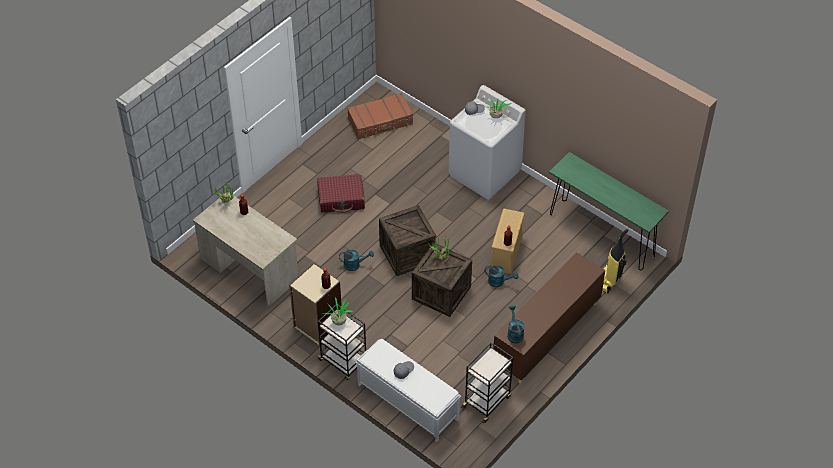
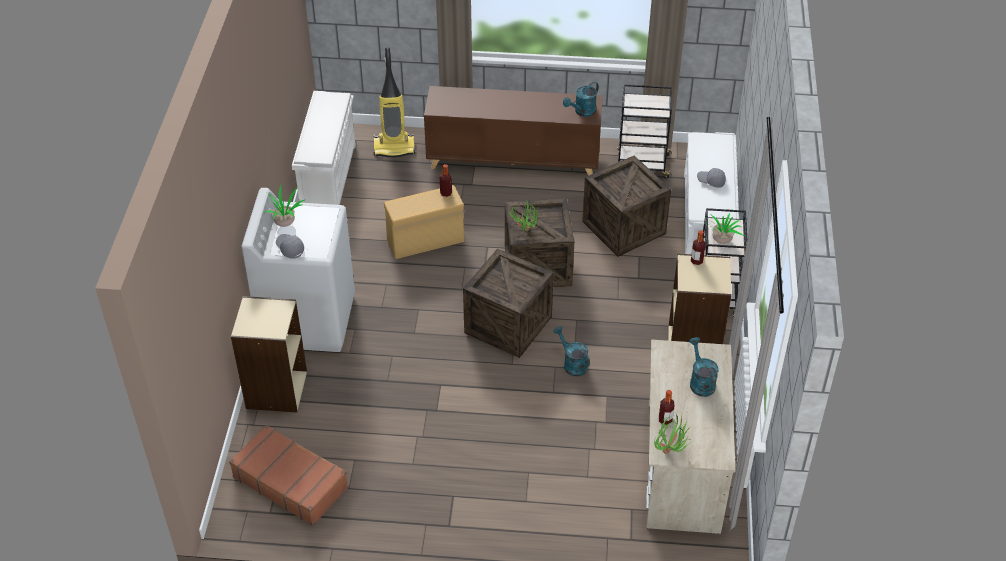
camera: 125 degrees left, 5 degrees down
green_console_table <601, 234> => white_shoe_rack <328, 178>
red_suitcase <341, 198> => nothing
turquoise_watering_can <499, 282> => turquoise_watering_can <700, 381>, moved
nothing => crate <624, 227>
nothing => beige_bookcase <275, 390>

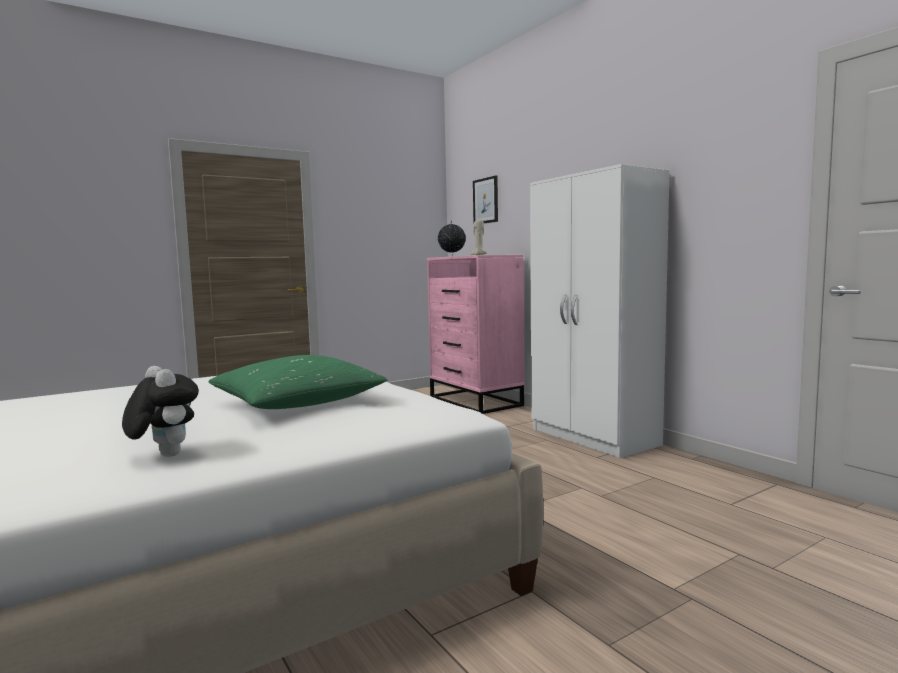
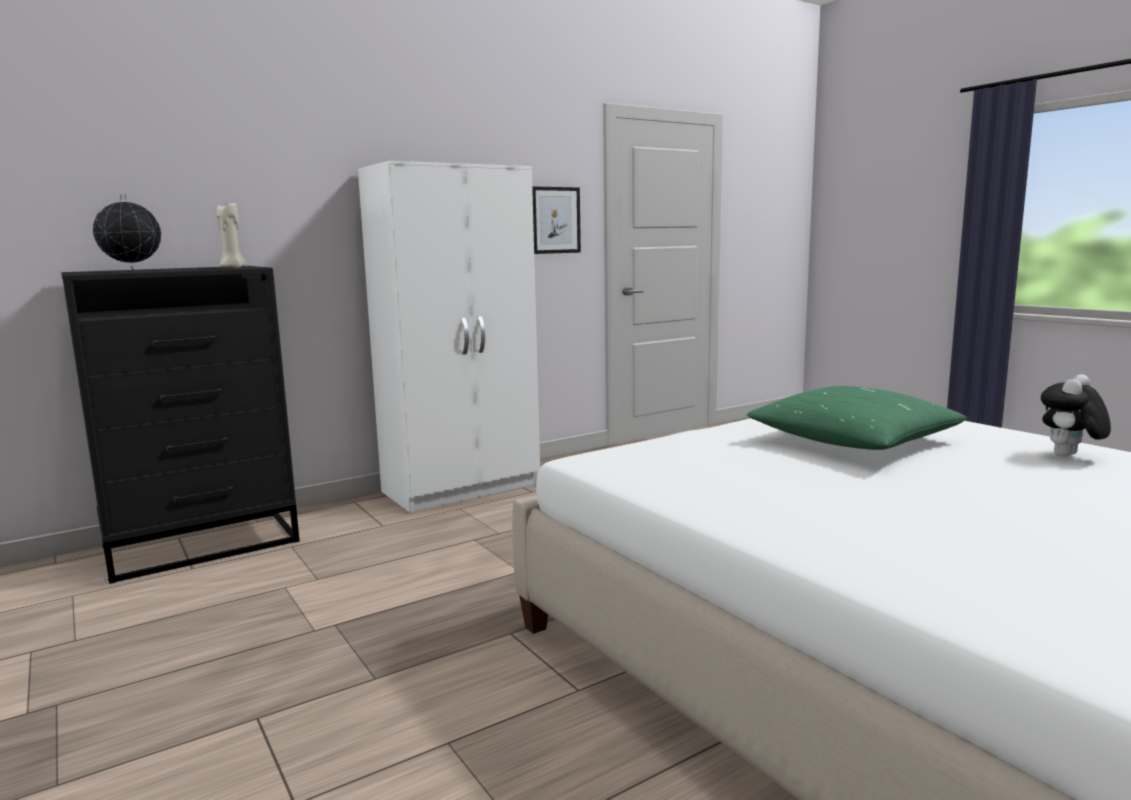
camera: 90 degrees left, 5 degrees up
picture <486, 200> => picture <555, 220>, moved
pink_dresser <475, 401> => black_dresser <204, 544>

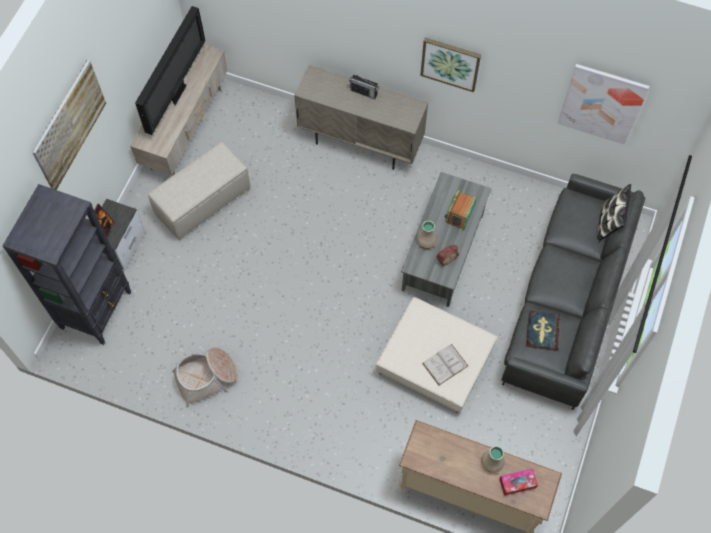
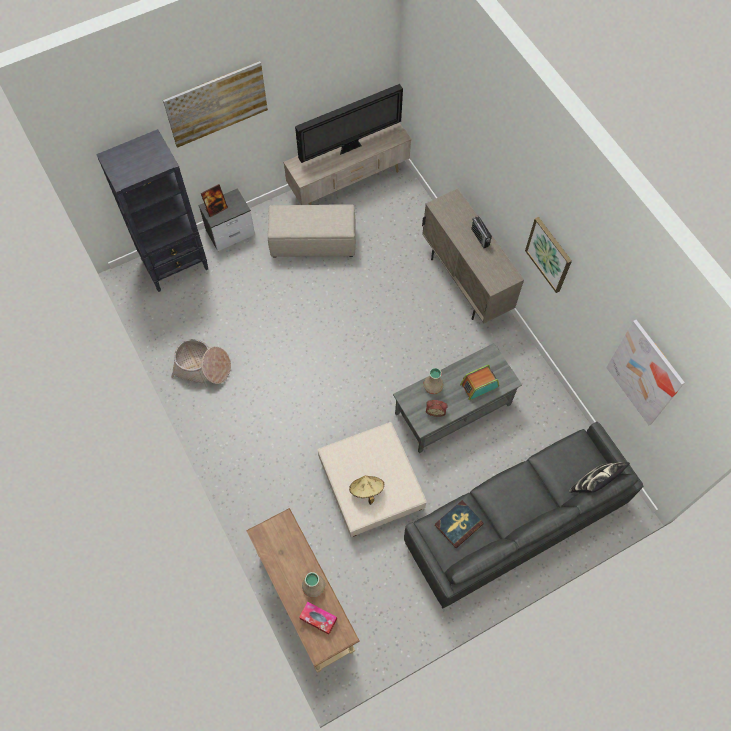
camera: 40 degrees right, 0 degrees up
white_book <445, 364> => beige_hat <366, 490>

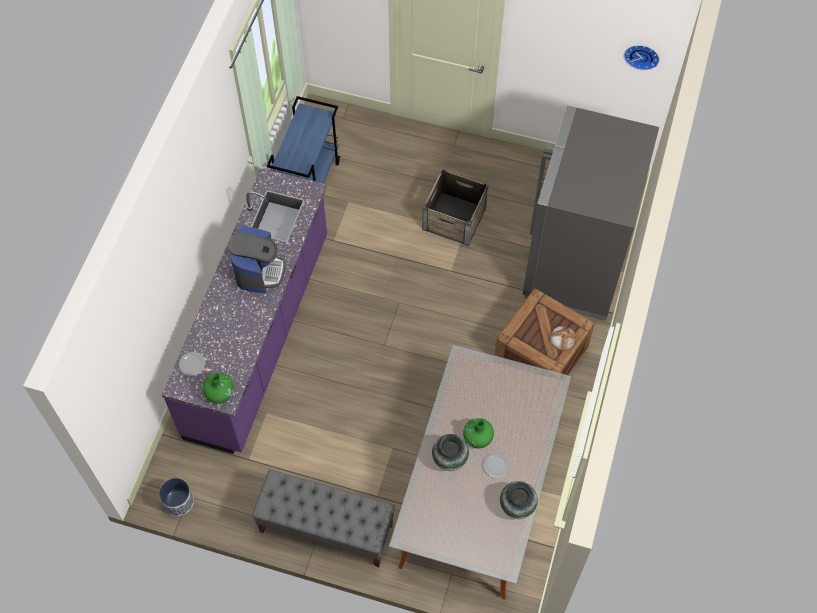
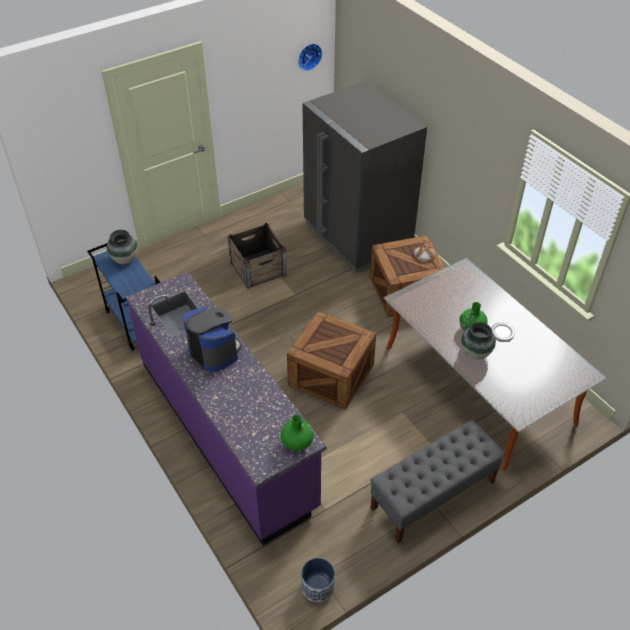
camera: 50 degrees left, 15 degrees down
plate <192, 364> => nothing
vase <517, 507> => vase <125, 259>, moved
nothing => crate <332, 374>

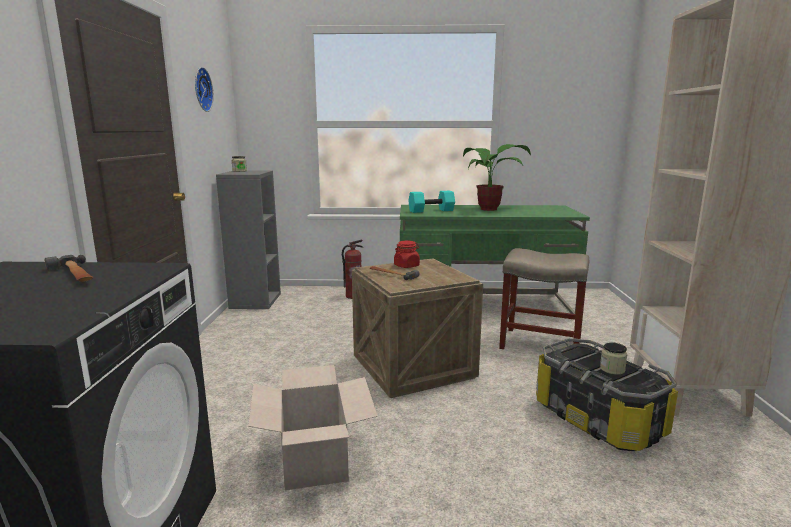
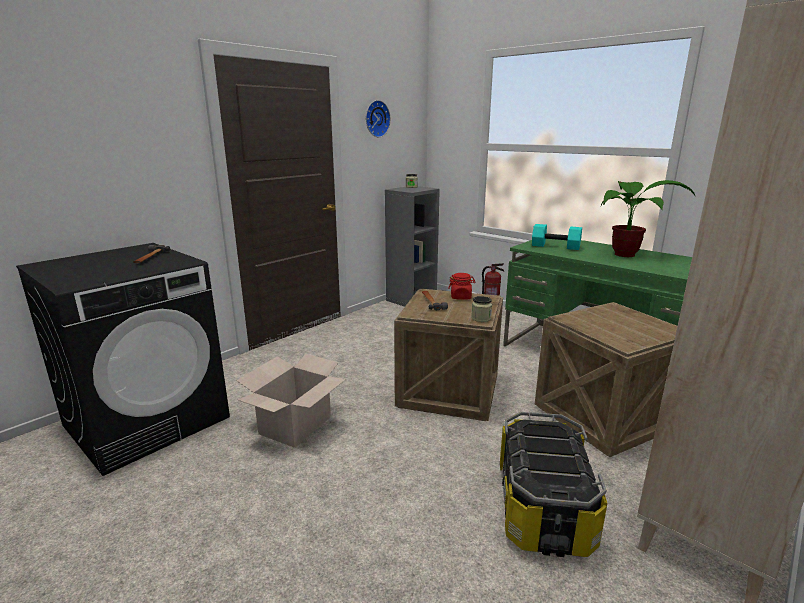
camera: 40 degrees right, 5 degrees up
beige_stool <539, 344> => crate <602, 417>
jar <612, 369> => jar <481, 318>, moved

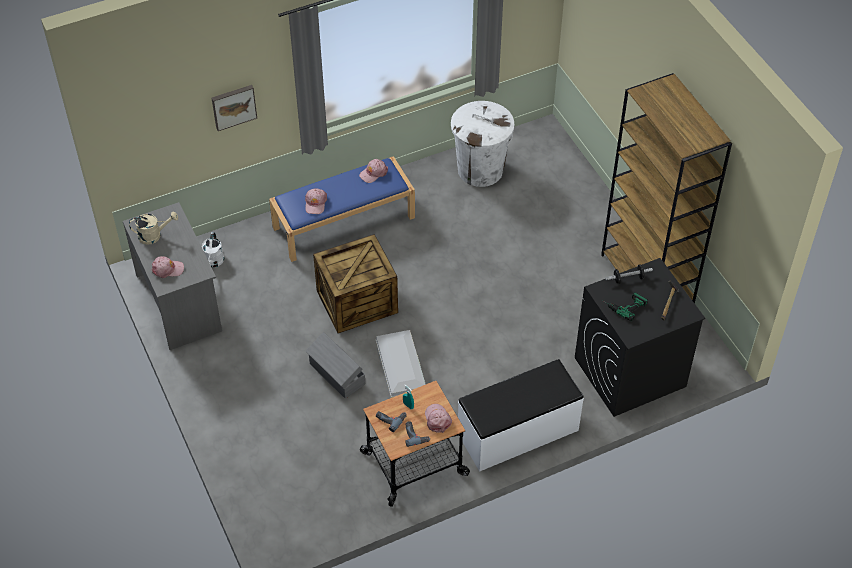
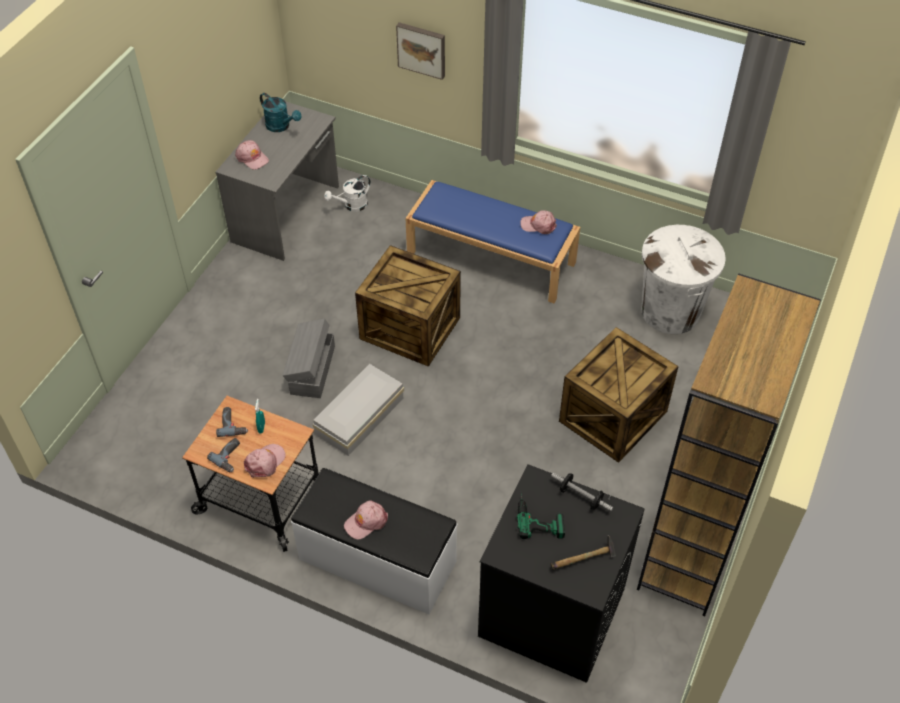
camera: 50 degrees right, 0 degrees up
pink_cap <315, 203> => pink_cap <366, 522>, moved
beige_watering_can <154, 235> => turquoise_watering_can <281, 126>
nothing => crate <614, 417>

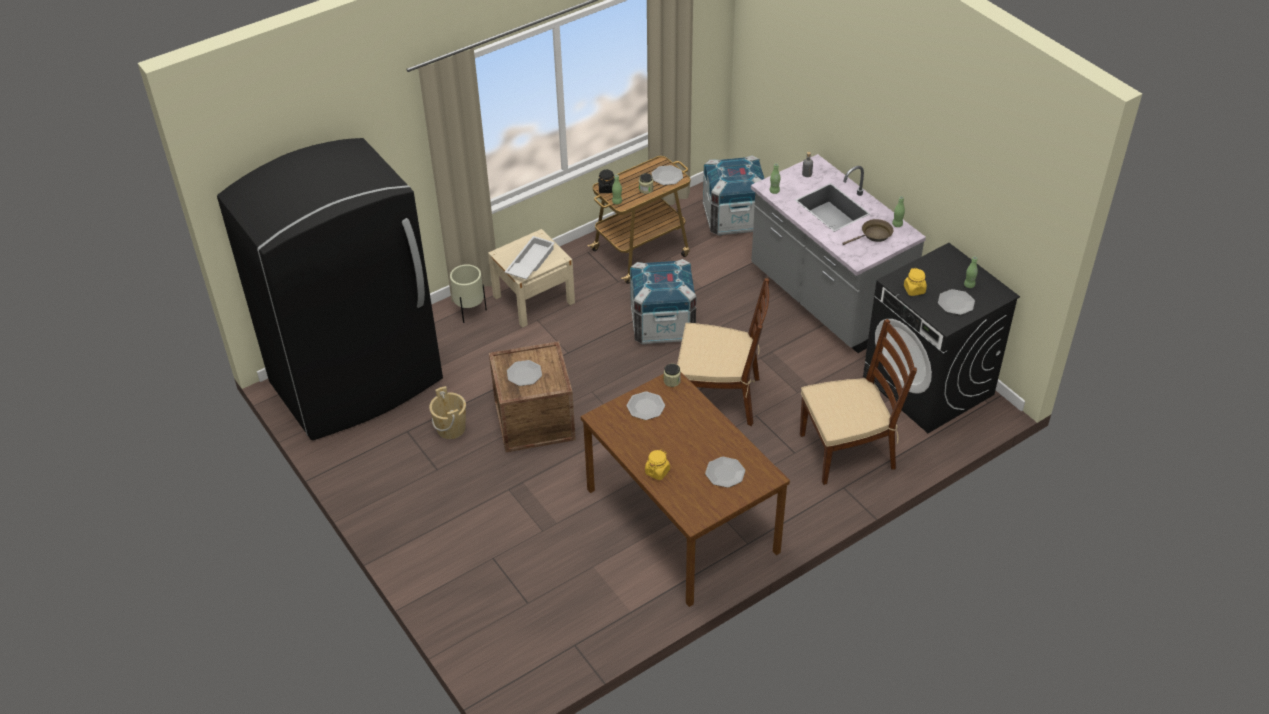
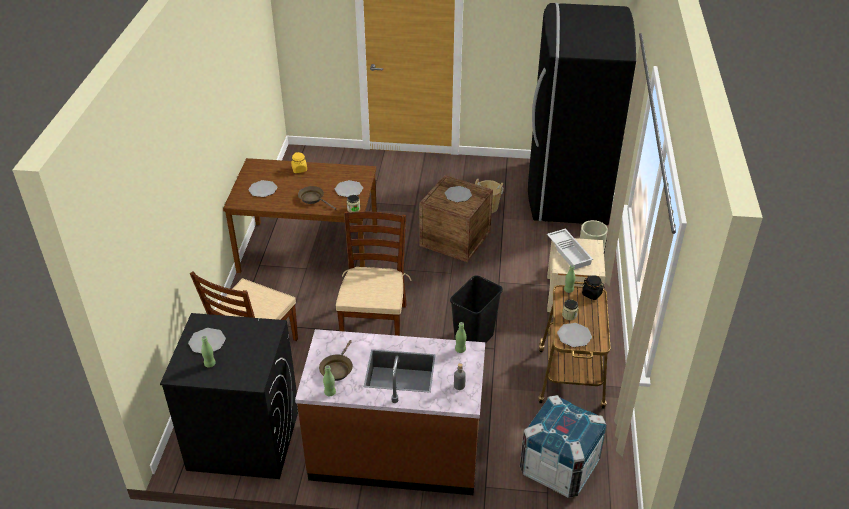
camera: 130 degrees right, 5 degrees down
grey_counter <826, 299> => brown_counter <396, 452>
crate <662, 325> => black_trash_can <474, 340>
yellow_jar <914, 290> => nothing
brown_chair <720, 397> => brown_chair <374, 324>, 135 degrees clockwise
nothing => brown_frying_pan <313, 199>

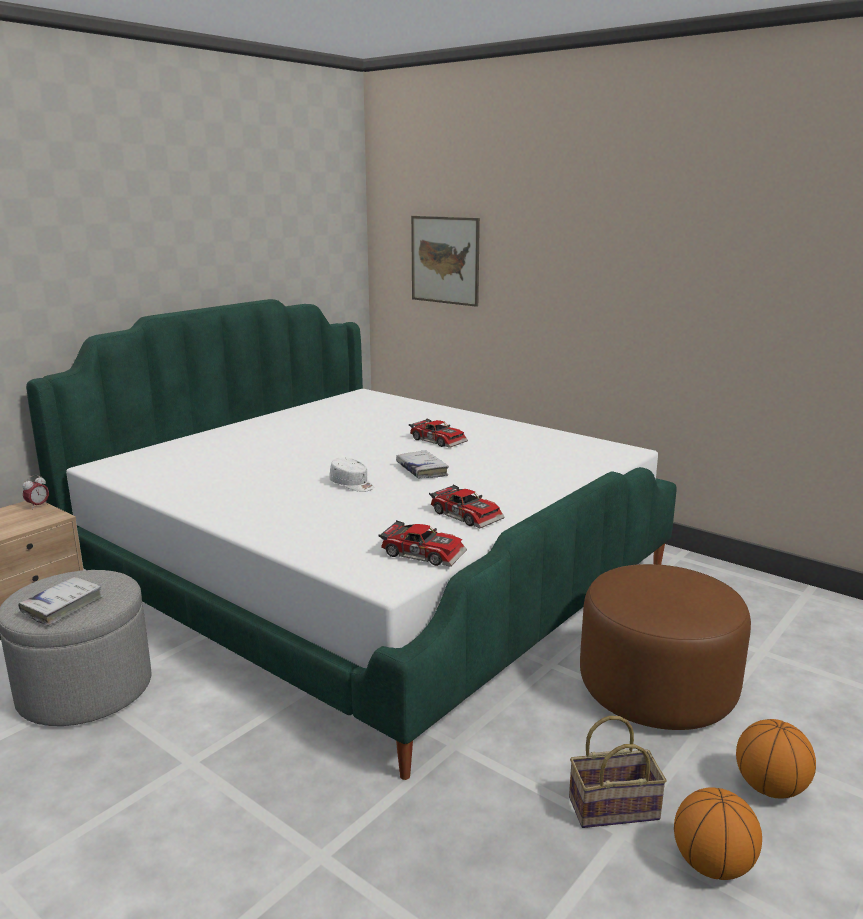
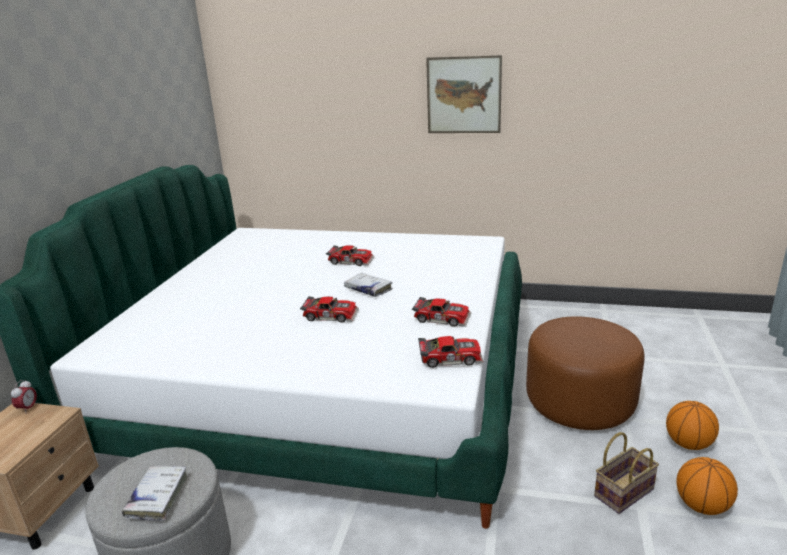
camera: 25 degrees left, 5 degrees up
picture <445, 260> => picture <464, 95>, moved
white_cap <352, 485> => toy_car <331, 315>

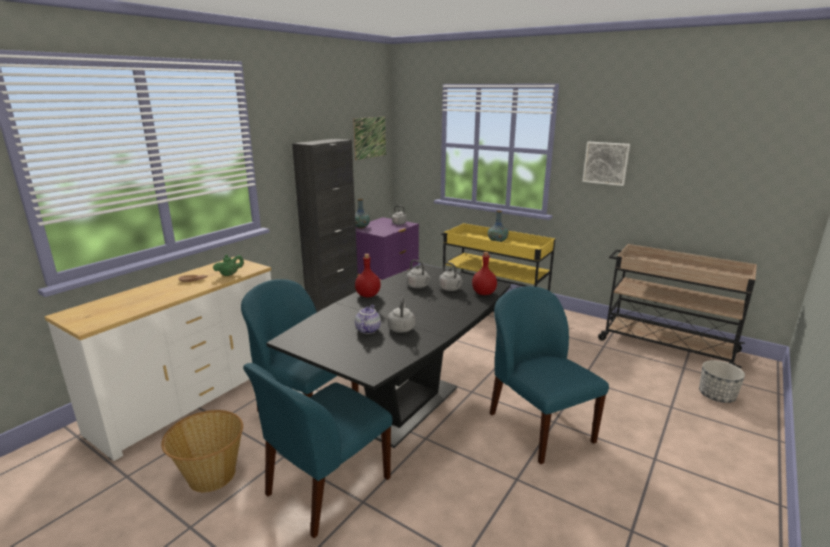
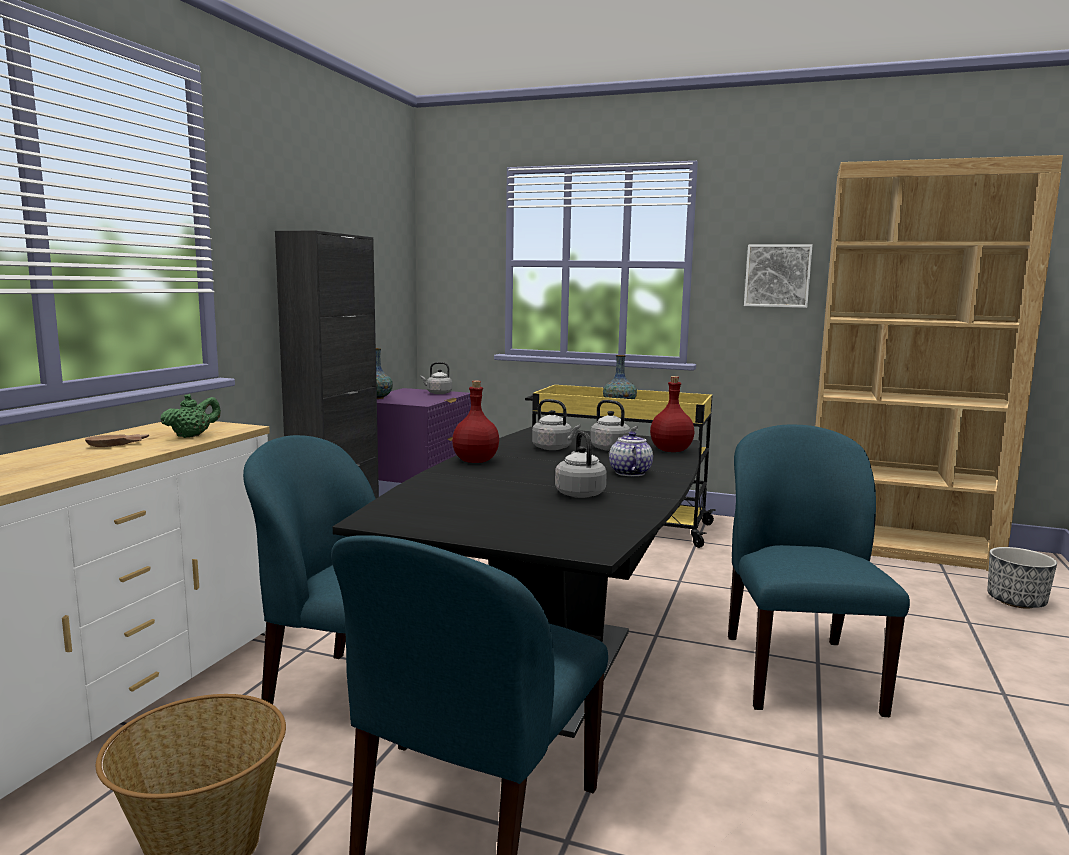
camera: 15 degrees left, 10 degrees down
picture <370, 137> => nothing
beige_cart <665, 345> => brown_bookcase <898, 548>
blue_chair <538, 426> => blue_chair <799, 672>, 45 degrees clockwise
teapot <368, 329> => teapot <629, 473>, moved

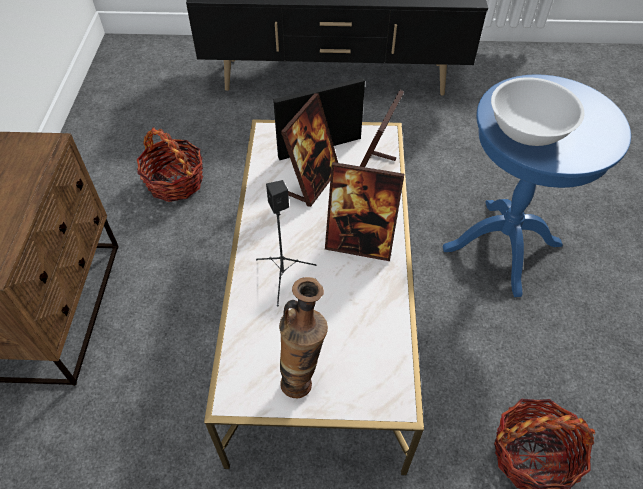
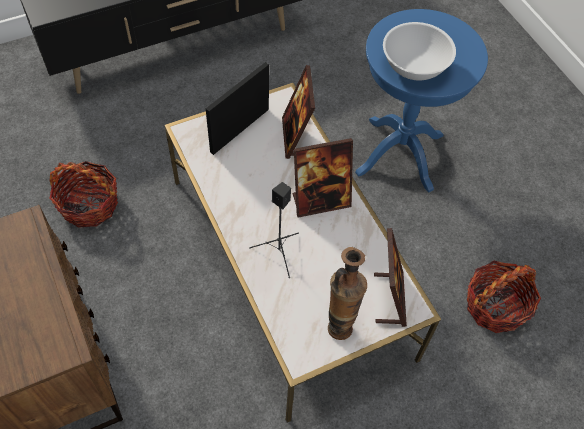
camera: 30 degrees left, 5 degrees up
picture_frame <312, 182> => picture_frame <389, 298>, moved

